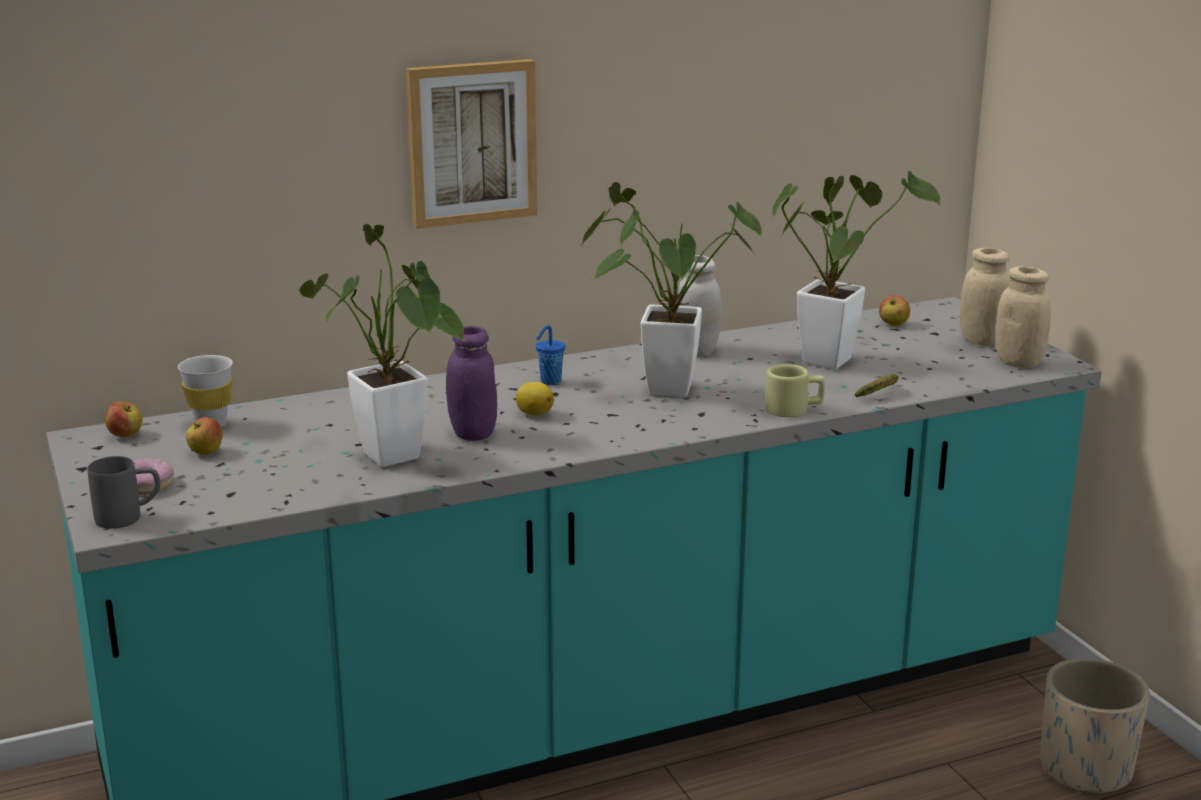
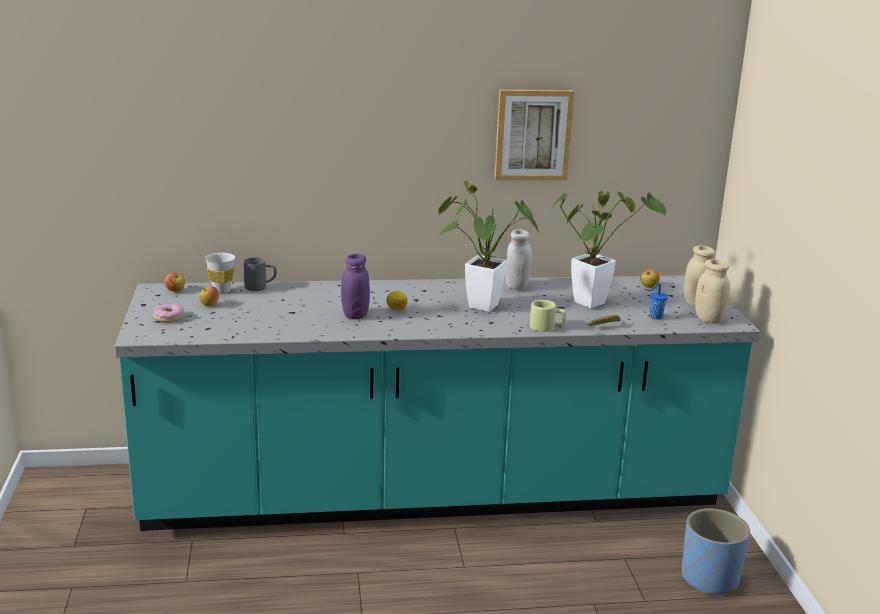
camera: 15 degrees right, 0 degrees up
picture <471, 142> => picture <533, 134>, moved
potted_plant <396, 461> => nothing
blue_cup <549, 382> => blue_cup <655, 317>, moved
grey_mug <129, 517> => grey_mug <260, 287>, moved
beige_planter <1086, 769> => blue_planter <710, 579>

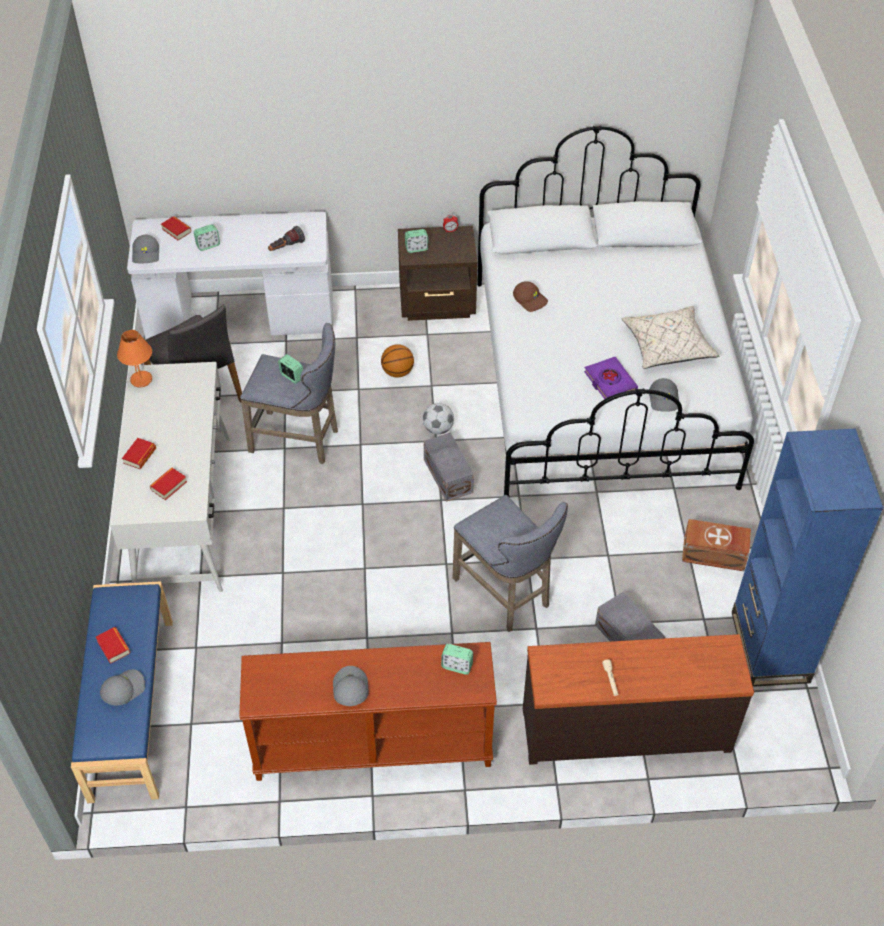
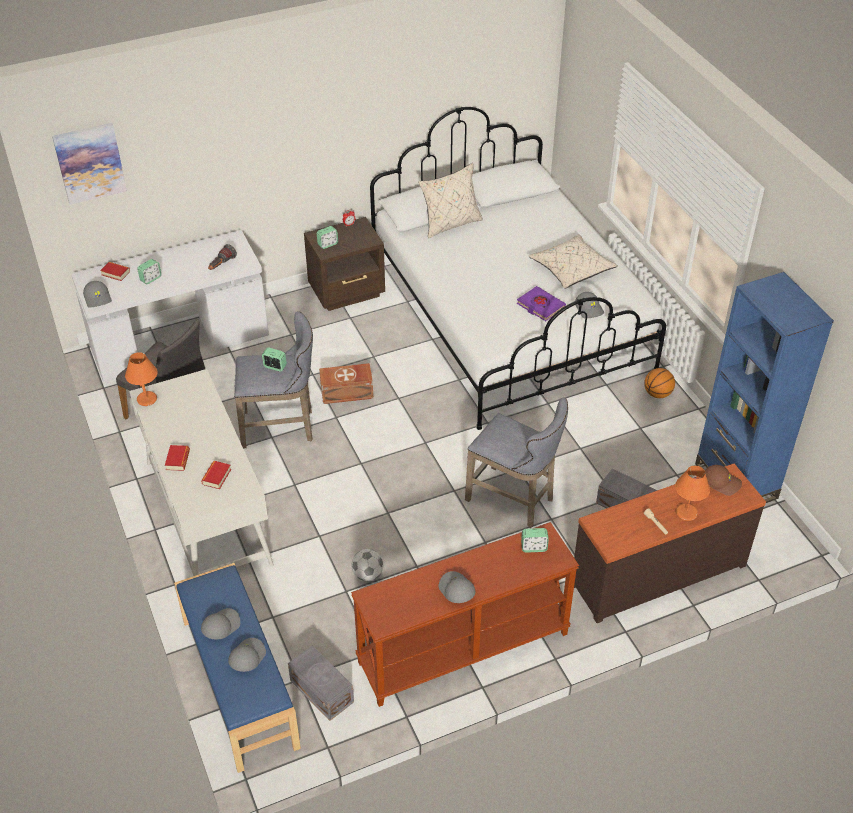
camera: 20 degrees left, 5 degrees down
brown_cap <530, 300> => brown_cap <721, 482>, moved
basketball <398, 372> => basketball <657, 394>, moved
football <438, 429> => football <367, 574>, moved
grey_storage_box <448, 475> => grey_storage_box <322, 690>, moved
brown_storage_box <714, 555> => brown_storage_box <347, 393>, moved
book <113, 647> => grey_cap <220, 626>
nothing => picture <90, 163>
nothing => beige_pillow <450, 224>
nothing => orange_table_lamp <686, 513>

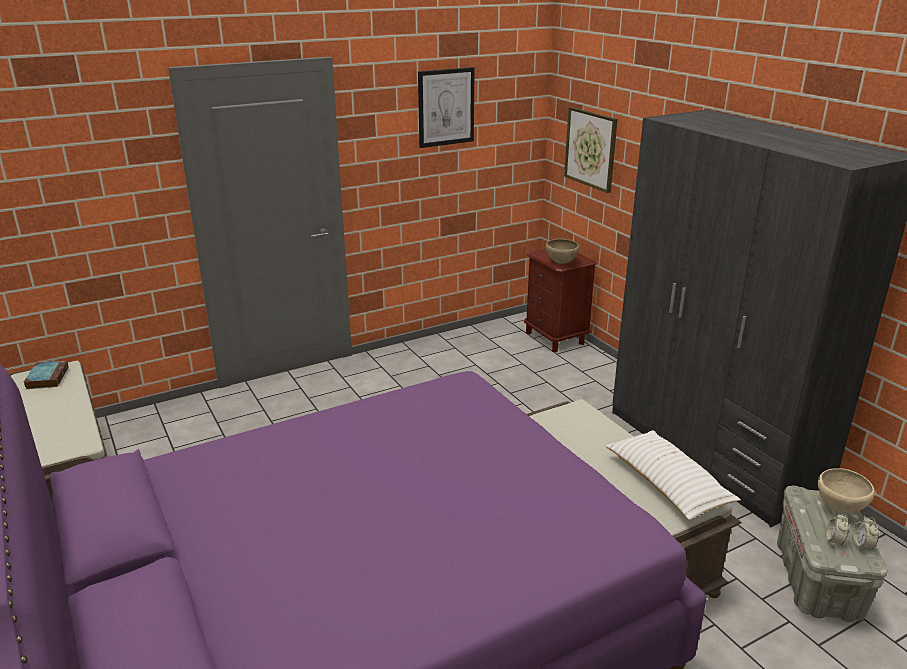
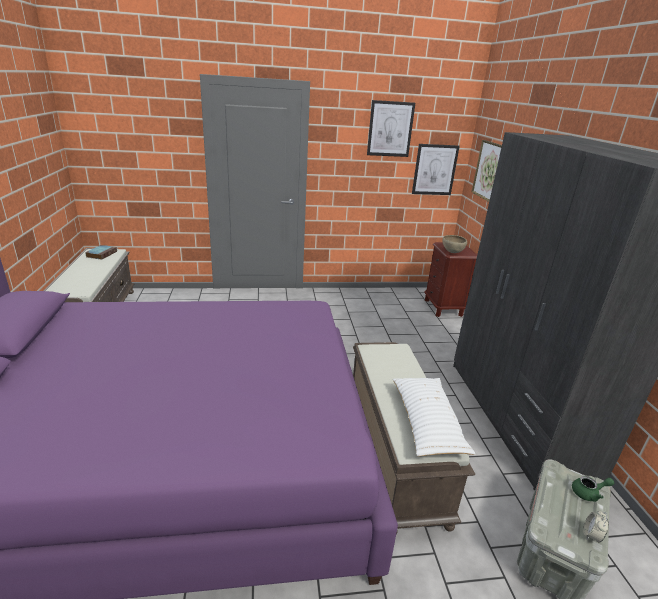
camera: 20 degrees right, 0 degrees up
beige_bowl <840, 507> => green_teapot <588, 493>
alarm_clock <834, 541> => nothing
nothing => picture <434, 170>

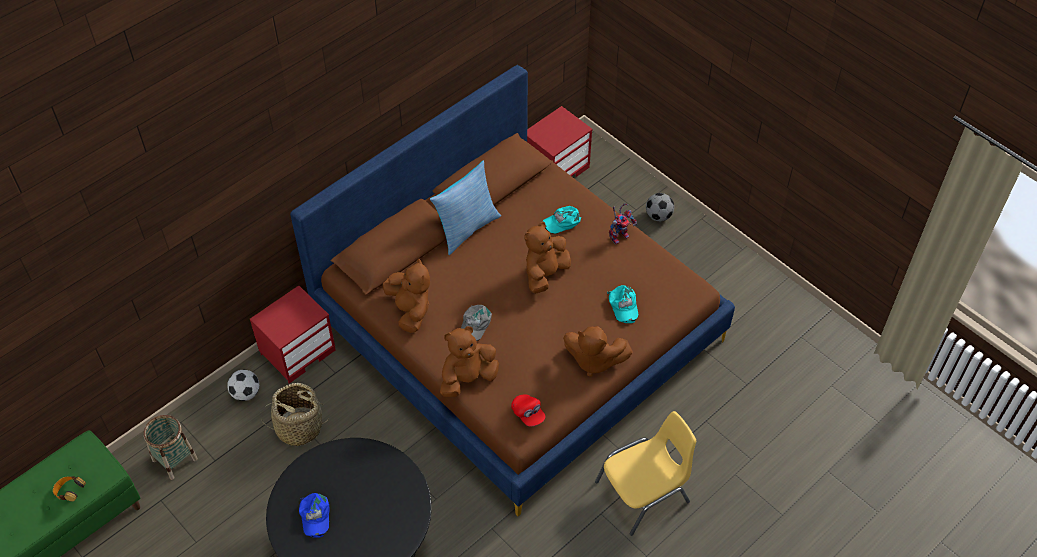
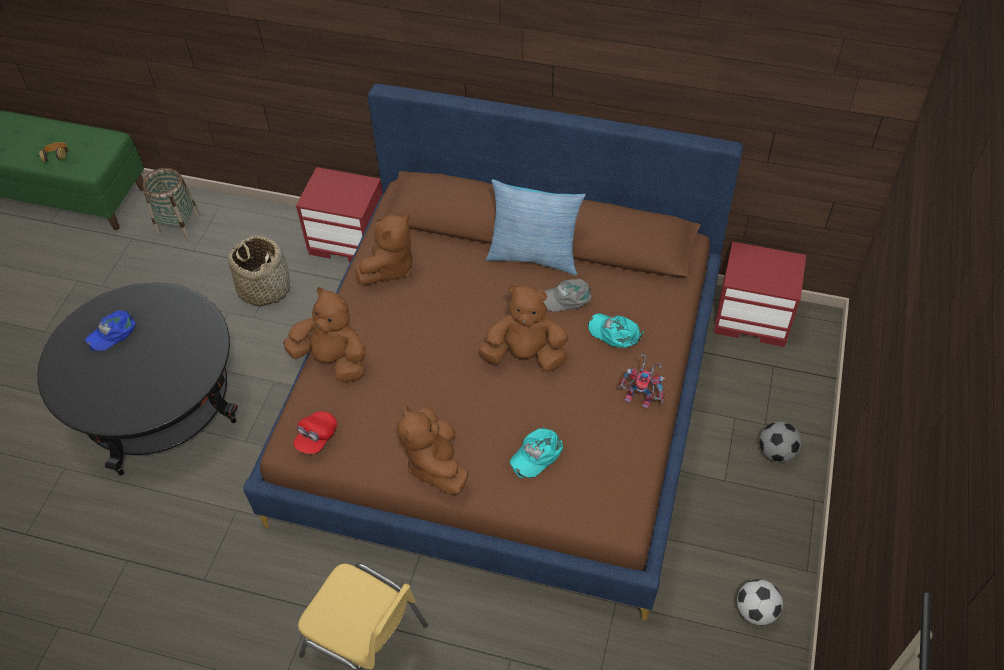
camera: 60 degrees right, 0 degrees up
grey_cap <474, 324> => grey_cap <567, 297>, moved
football <246, 393> => football <756, 611>, moved

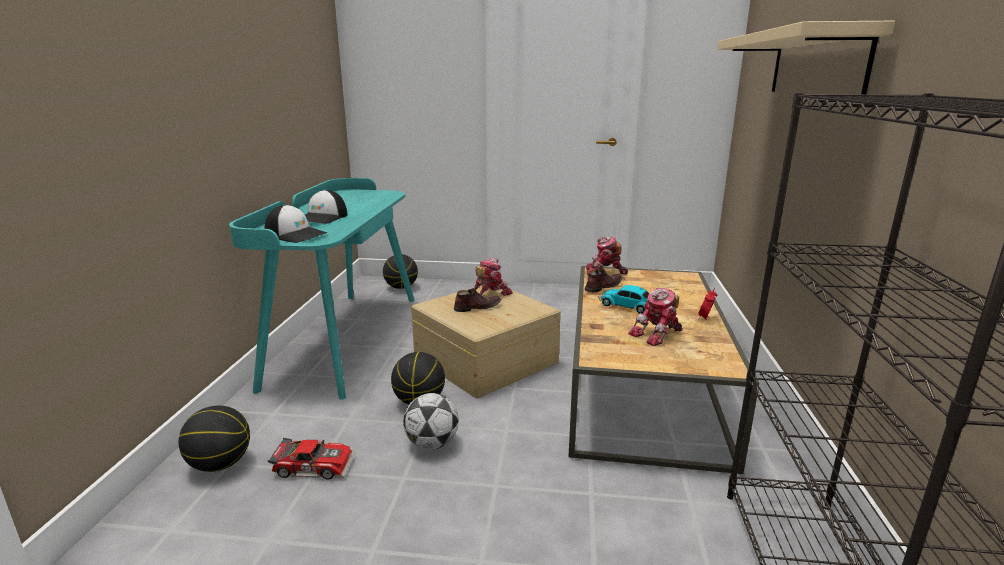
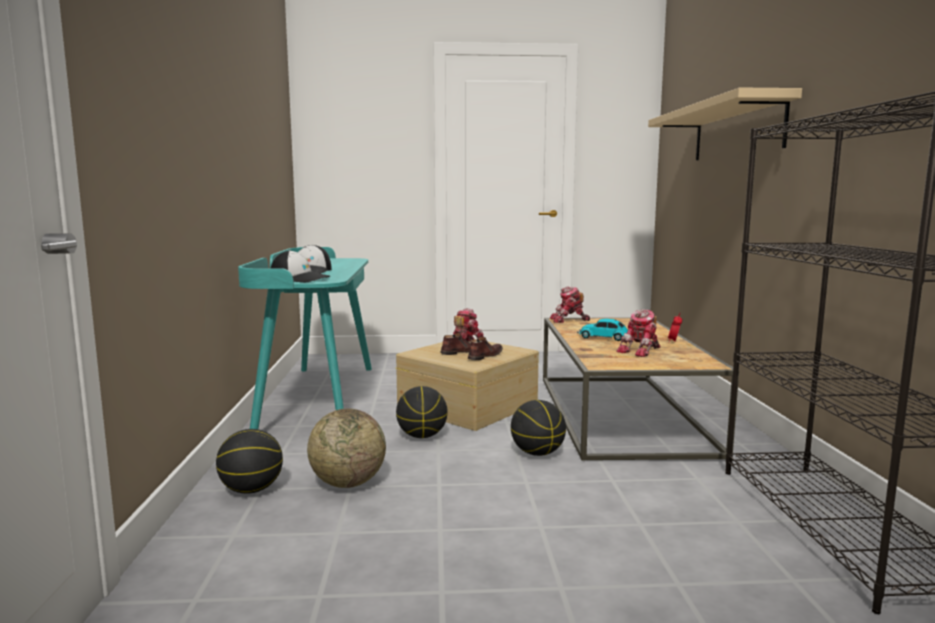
camera: 10 degrees left, 10 degrees down
basketball <401, 287> => basketball <537, 453>, moved
brown_shoe <602, 287> => brown_shoe <484, 356>, moved
football <432, 444> => nothing
toy_car <315, 465> => globe <348, 483>

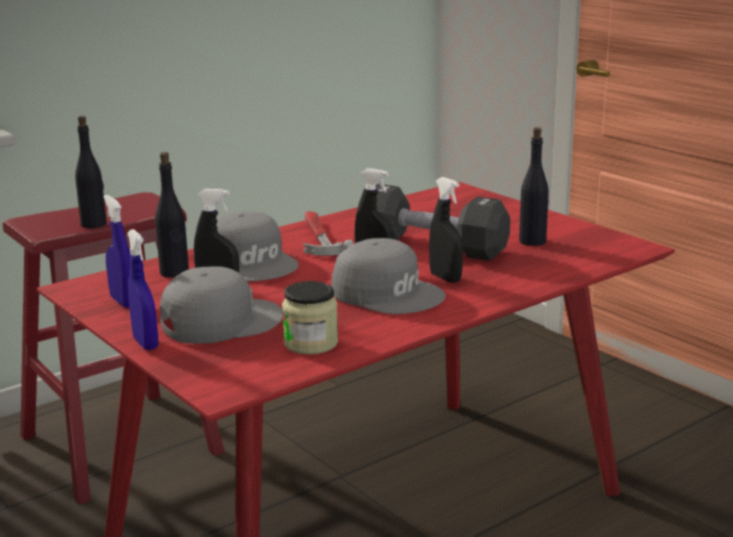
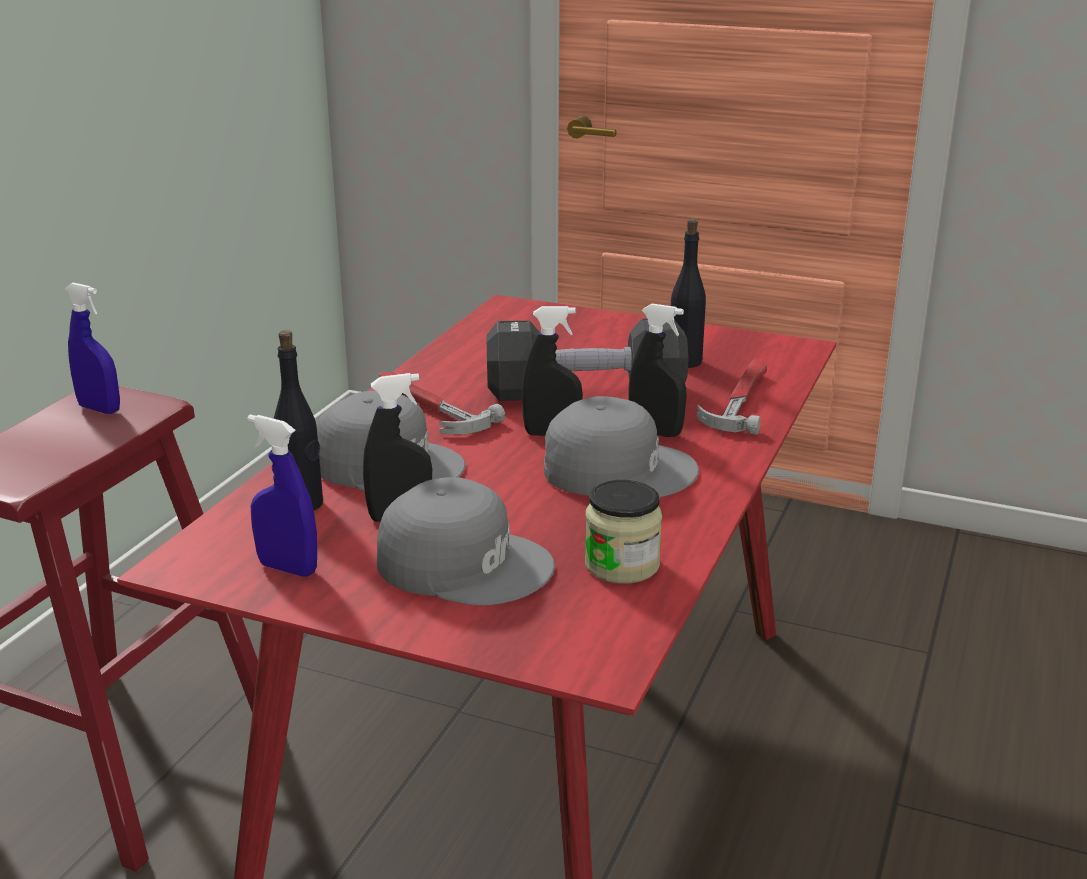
camera: 30 degrees left, 5 degrees up
black_bottle <94, 224> => nothing
blue_spray_bottle <145, 343> => blue_spray_bottle <99, 409>, moved
grey_cap <220, 321> => grey_cap <464, 563>, 75 degrees clockwise
nothing => hammer <739, 401>

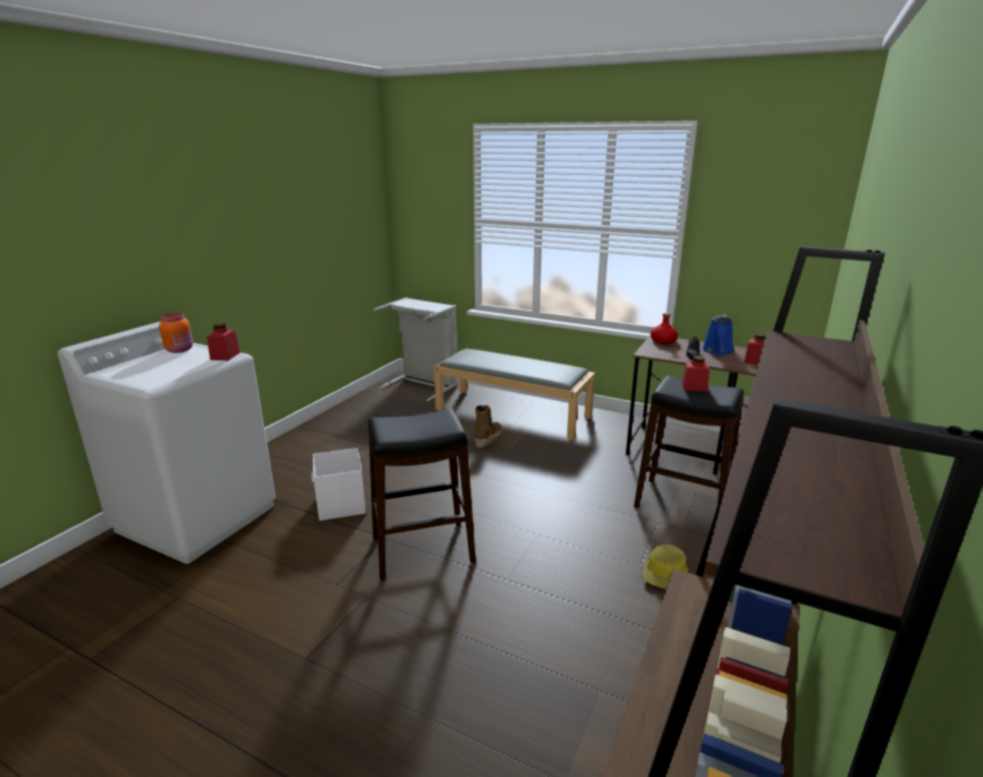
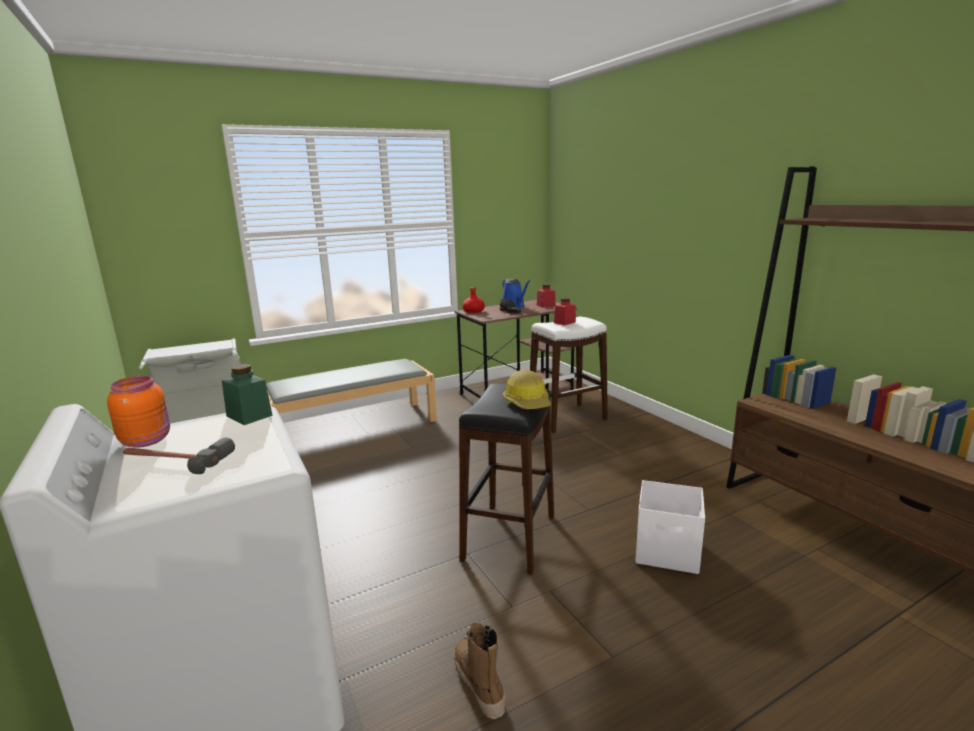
camera: 55 degrees left, 5 degrees down
red_jar <225, 356> => green_jar <249, 416>
black_stool <681, 504> => white_stool <567, 418>
boot <488, 439> => boot <479, 684>, moved
white_storage_box <341, 505> => white_storage_box <668, 552>, moved
hard_hat <664, 574> => hard_hat <528, 403>, moved
nothing => hammer <175, 461>

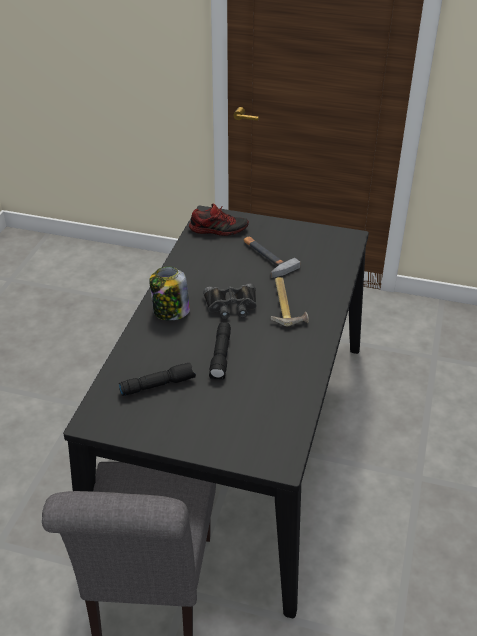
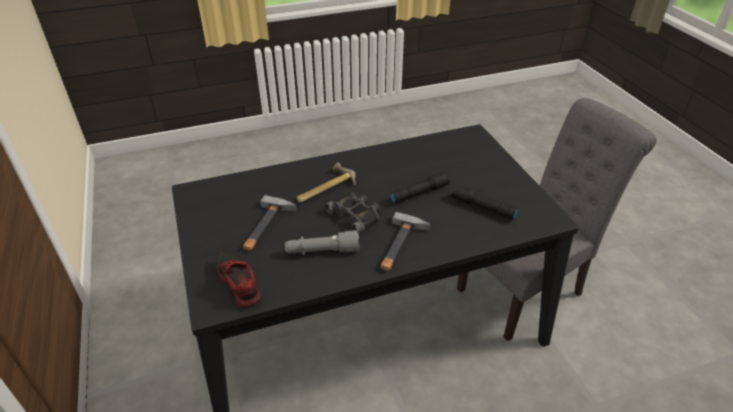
camera: 125 degrees left, 0 degrees up
jar <170, 311> => hammer <400, 245>
nothing => grey_flashlight <322, 251>

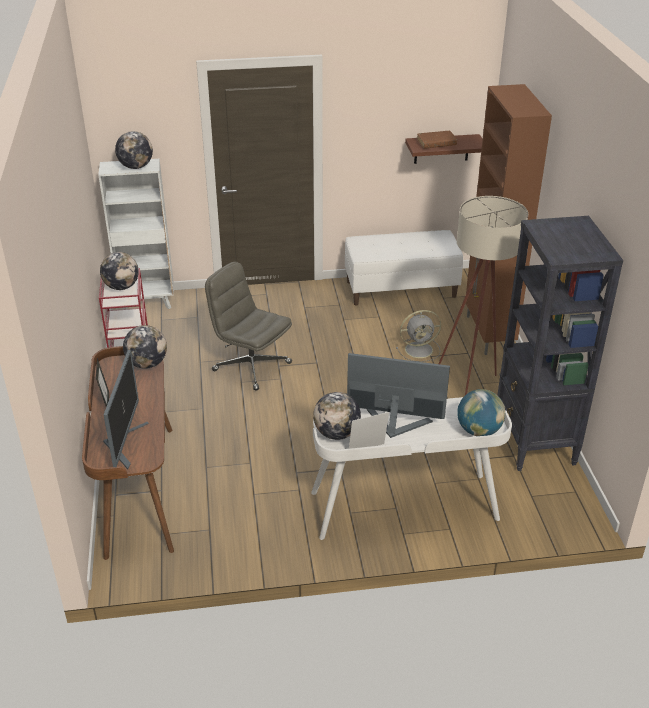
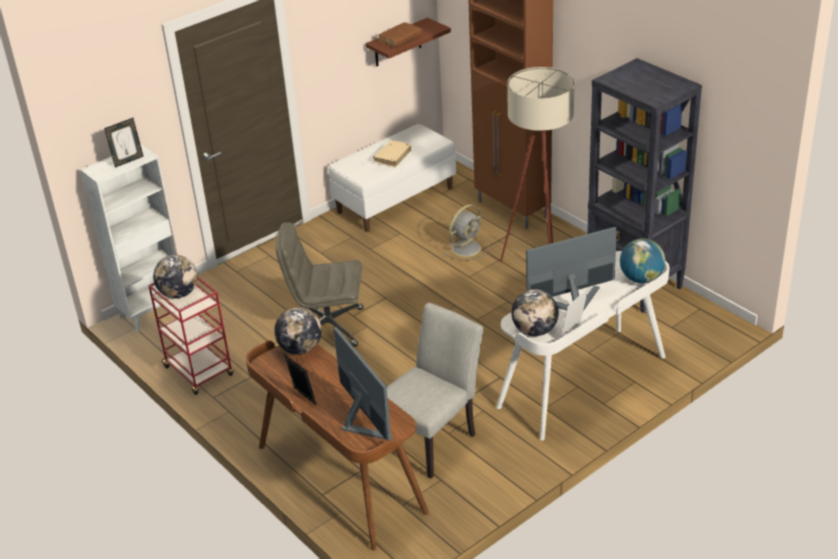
camera: 30 degrees left, 0 degrees up
globe <136, 167> => picture_frame <128, 161>
nothing => beige_book <392, 157>
nothing => grey_chair <433, 439>

